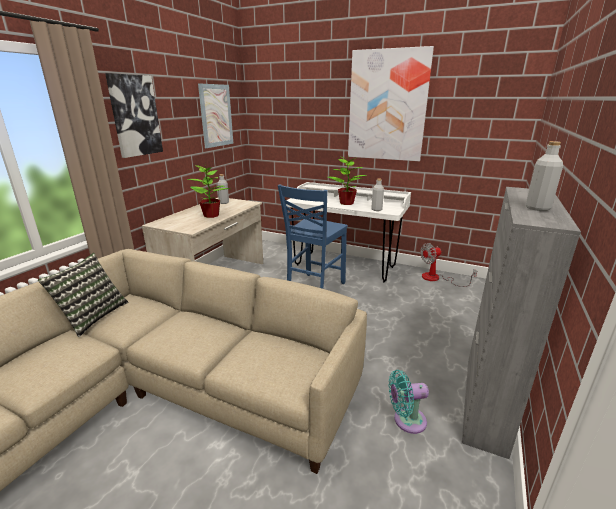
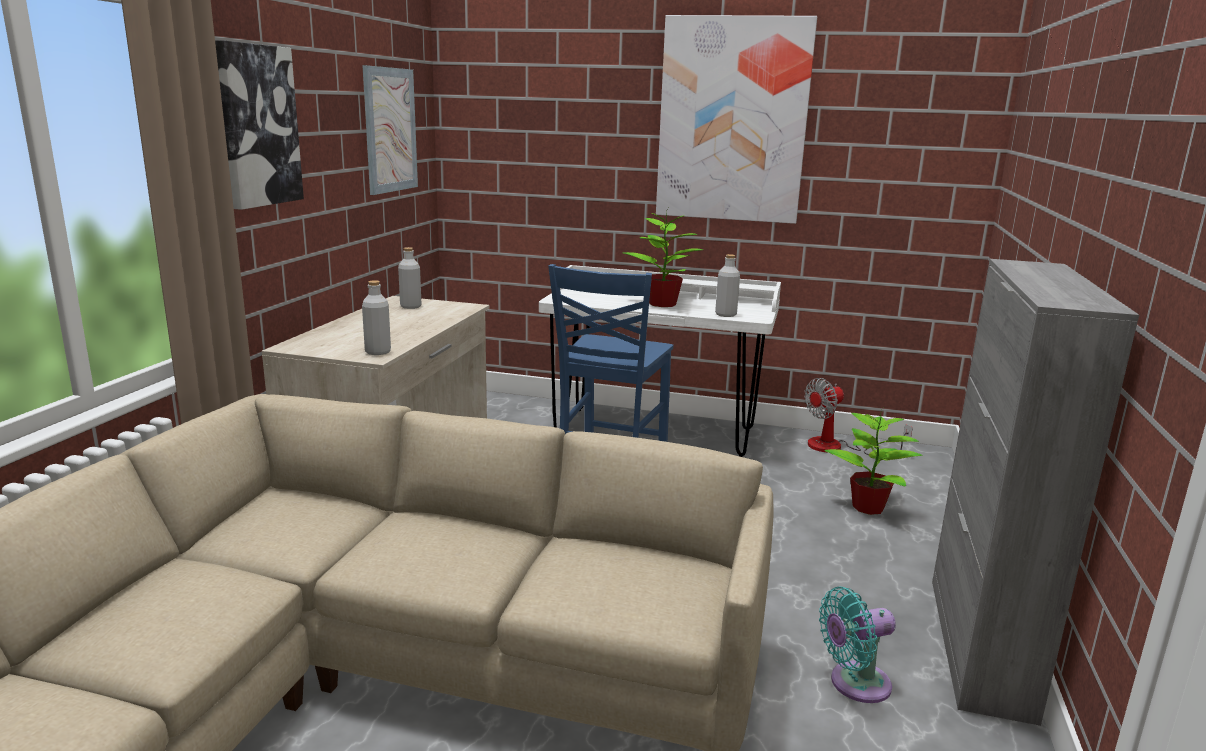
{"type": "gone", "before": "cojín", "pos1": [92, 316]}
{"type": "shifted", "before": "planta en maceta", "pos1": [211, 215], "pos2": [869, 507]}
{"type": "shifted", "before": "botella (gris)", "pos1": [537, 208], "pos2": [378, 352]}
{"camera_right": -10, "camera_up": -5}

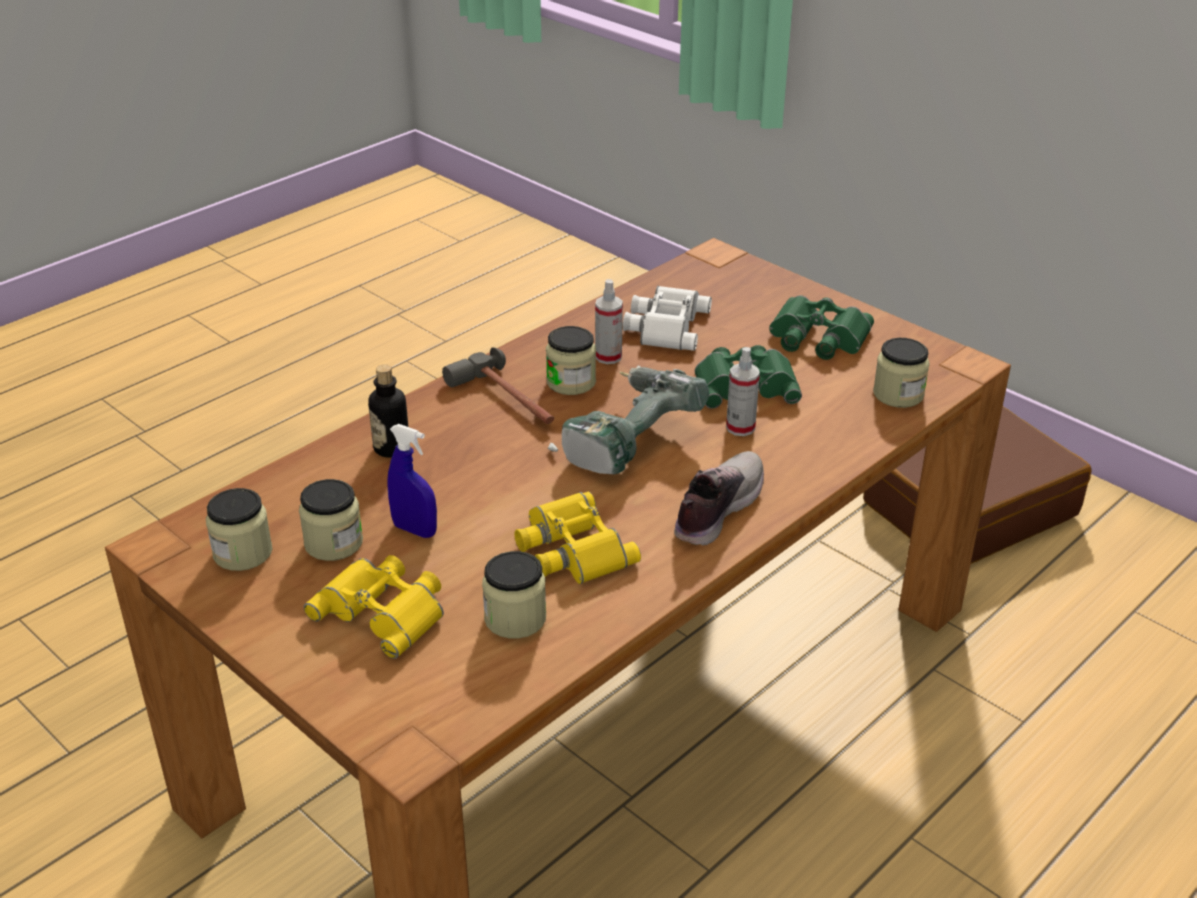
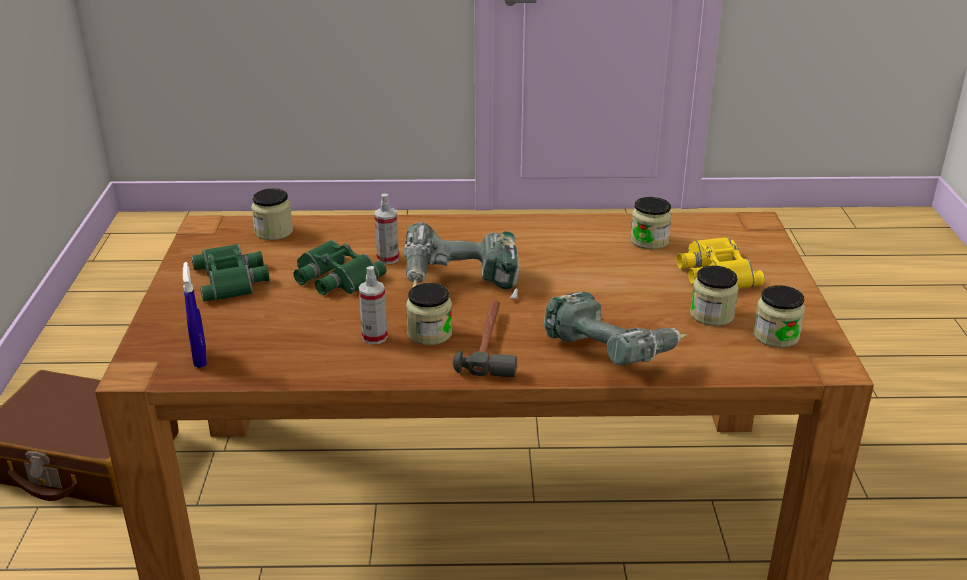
{"type": "swapped", "before": "botella", "after": "taladro", "pos1": [391, 448], "pos2": [612, 352]}
{"type": "shifted", "before": "pulverizador (azul)", "pos1": [415, 530], "pos2": [200, 358]}
{"type": "gone", "before": "prismáticos (amarillo)", "pos1": [570, 548]}
{"type": "gone", "before": "prismáticos (blanco)", "pos1": [665, 326]}
{"type": "gone", "before": "zapato", "pos1": [715, 510]}
{"camera_right": -135, "camera_up": -5}

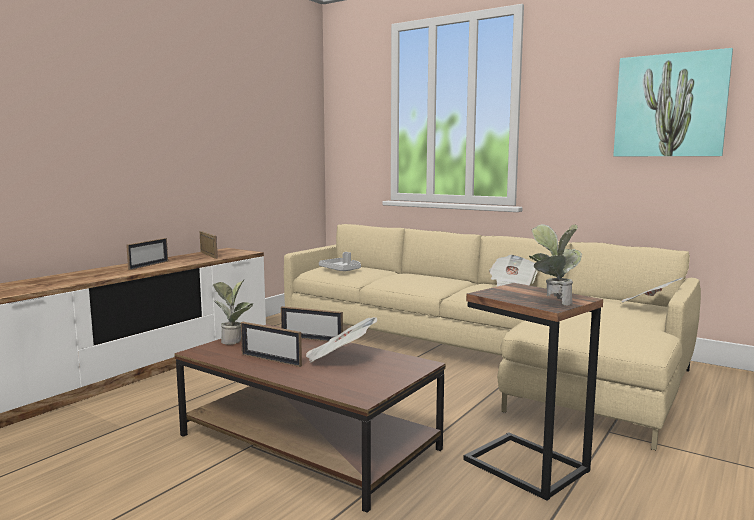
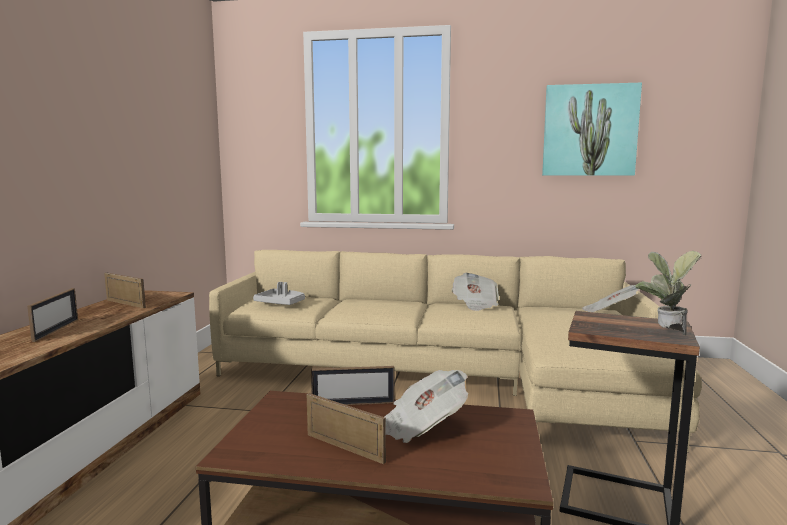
{"type": "gone", "before": "planta en maceta", "pos1": [234, 340]}
{"type": "rotated", "before": "portarretratos", "pos1": [271, 360], "pos2": [344, 448], "turn": -150}
{"camera_right": -25, "camera_up": 0}

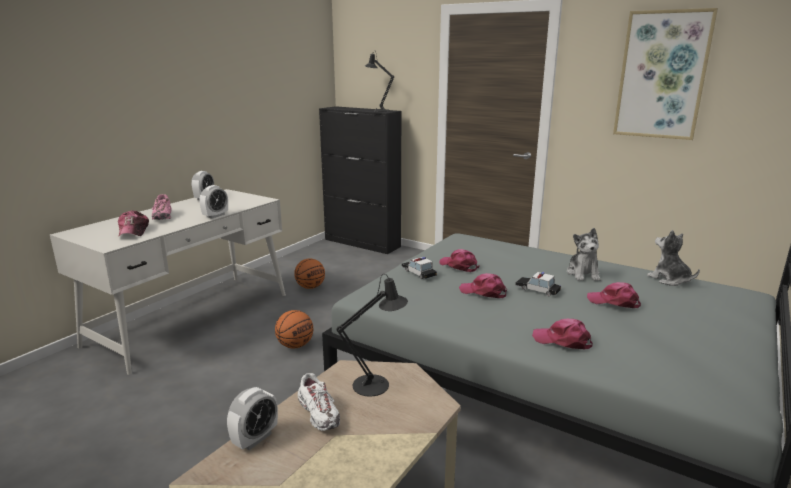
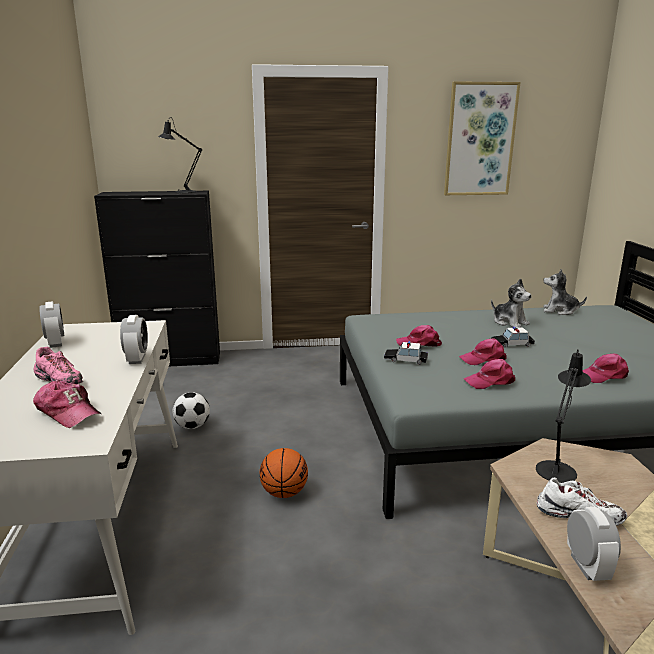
{"type": "swapped", "before": "balón de baloncesto", "after": "balón de fútbol", "pos1": [310, 287], "pos2": [192, 426]}
{"type": "shifted", "before": "gorra (rosa)", "pos1": [614, 302], "pos2": [490, 381]}
{"camera_right": -40, "camera_up": 0}

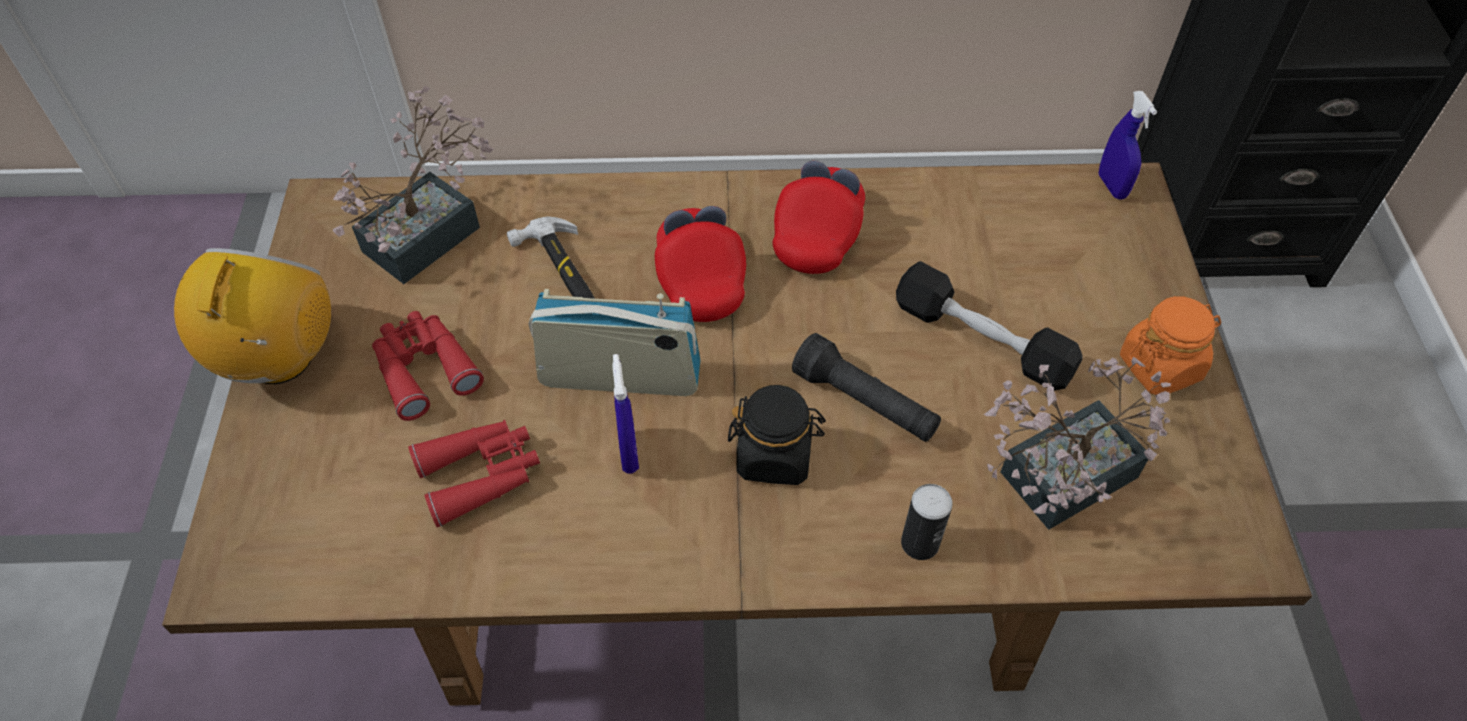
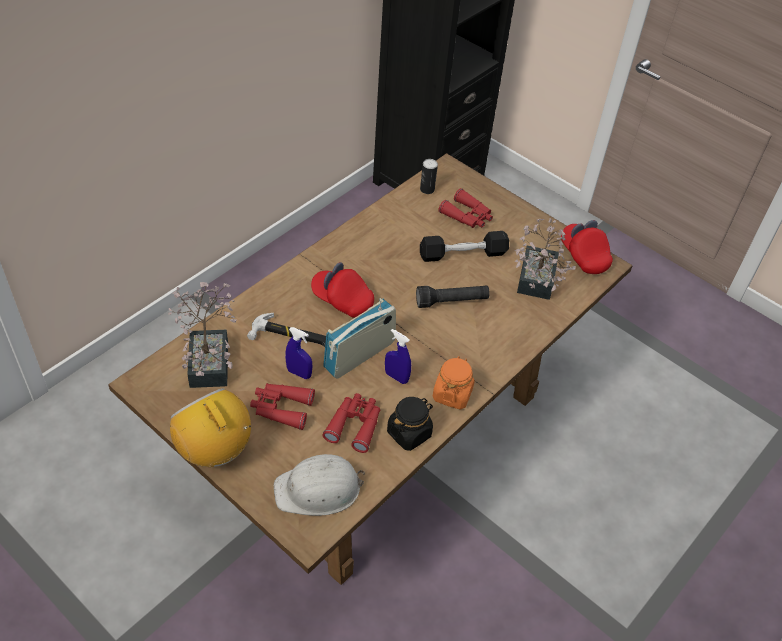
{"type": "shifted", "before": "tarro (negro)", "pos1": [774, 455], "pos2": [409, 433]}
{"type": "shifted", "before": "gorra (rojo)", "pos1": [818, 234], "pos2": [583, 256]}
{"type": "shifted", "before": "lata", "pos1": [920, 543], "pos2": [427, 189]}
{"type": "shifted", "before": "pulverizador (azul)", "pos1": [1112, 186], "pos2": [299, 373]}
{"type": "shifted", "before": "tarro (naranja)", "pos1": [1160, 366], "pos2": [452, 394]}
{"type": "new", "after": "casco (blanco)", "pos2": [319, 489]}
{"type": "new", "after": "prismáticos (rojo)", "pos2": [467, 216]}
{"camera_right": -50, "camera_up": -5}

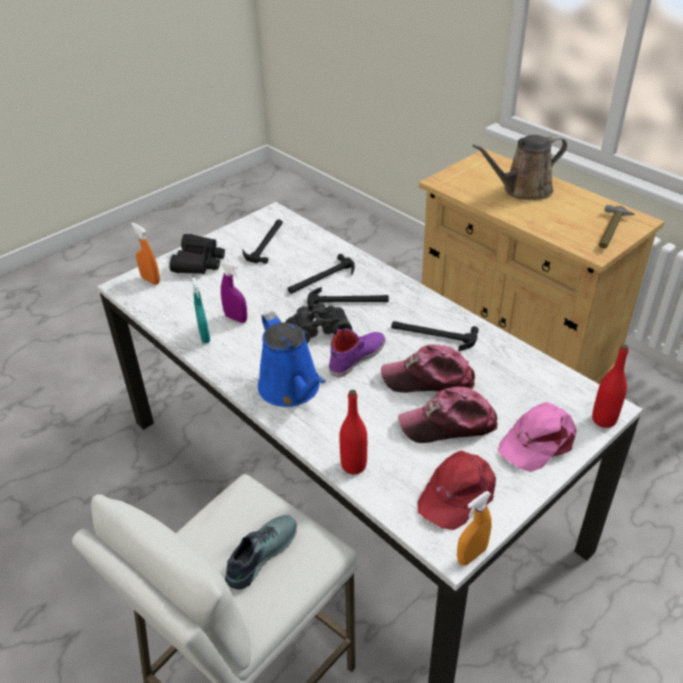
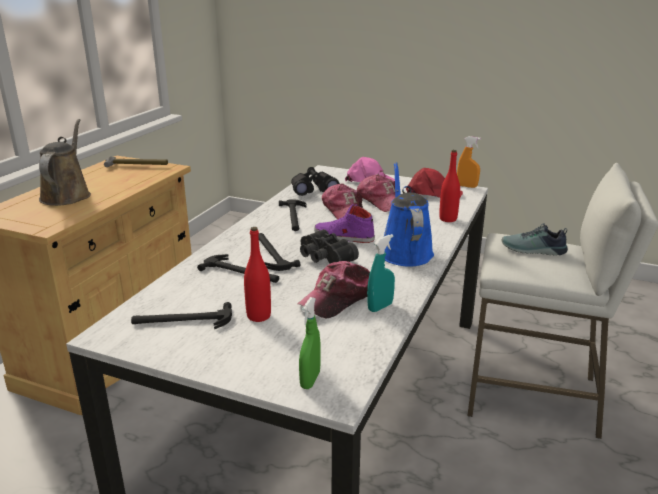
{"type": "repainted", "before": "pulverizador (naranja)", "after": "pulverizador (verde)", "pos1": [150, 280], "pos2": [310, 380]}
{"type": "shifted", "before": "prismáticos (negro)", "pos1": [198, 262], "pos2": [313, 190]}
{"type": "swapped", "before": "pulverizador (morado)", "after": "gorra", "pos1": [236, 318], "pos2": [338, 299]}
{"type": "rotated", "before": "regadera (azul)", "pos1": [292, 389], "pos2": [404, 251], "turn": -45}
{"type": "rotated", "before": "regadera (marrón)", "pos1": [523, 190], "pos2": [67, 195], "turn": -135}
{"type": "shifted", "before": "botella (rojo)", "pos1": [603, 420], "pos2": [258, 316]}
{"camera_right": -115, "camera_up": -15}

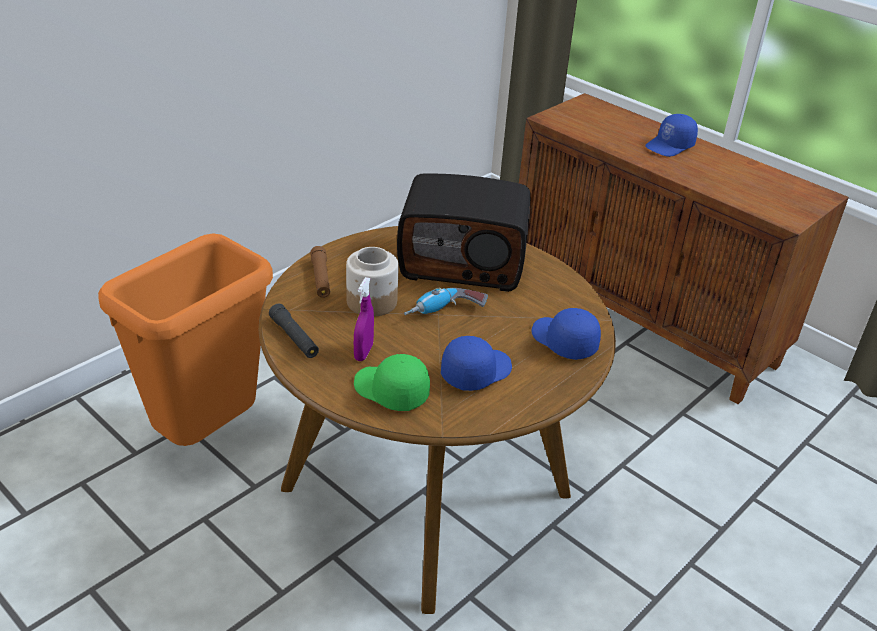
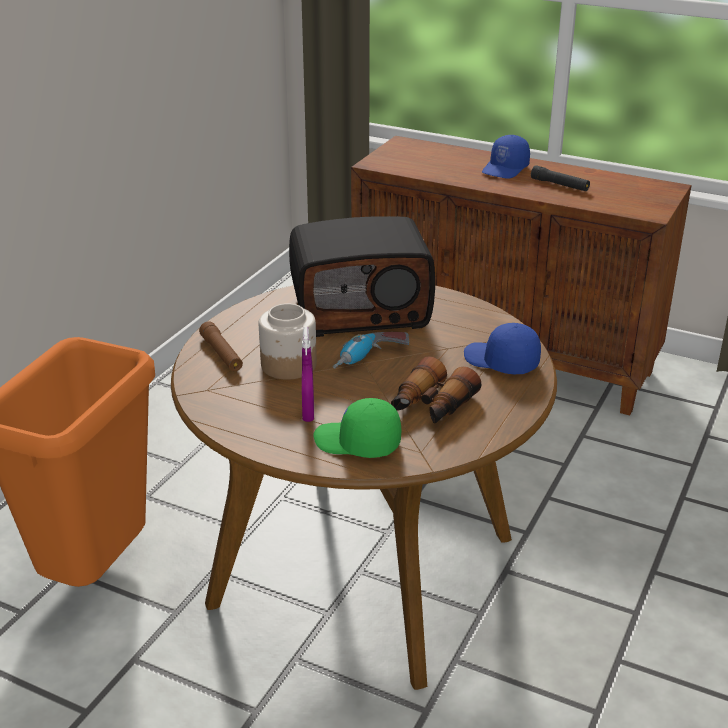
{"type": "shifted", "before": "linterna (negro)", "pos1": [294, 338], "pos2": [559, 185]}
{"type": "swapped", "before": "gorra (azul)", "after": "prismáticos", "pos1": [475, 371], "pos2": [431, 406]}
{"camera_right": -15, "camera_up": -5}

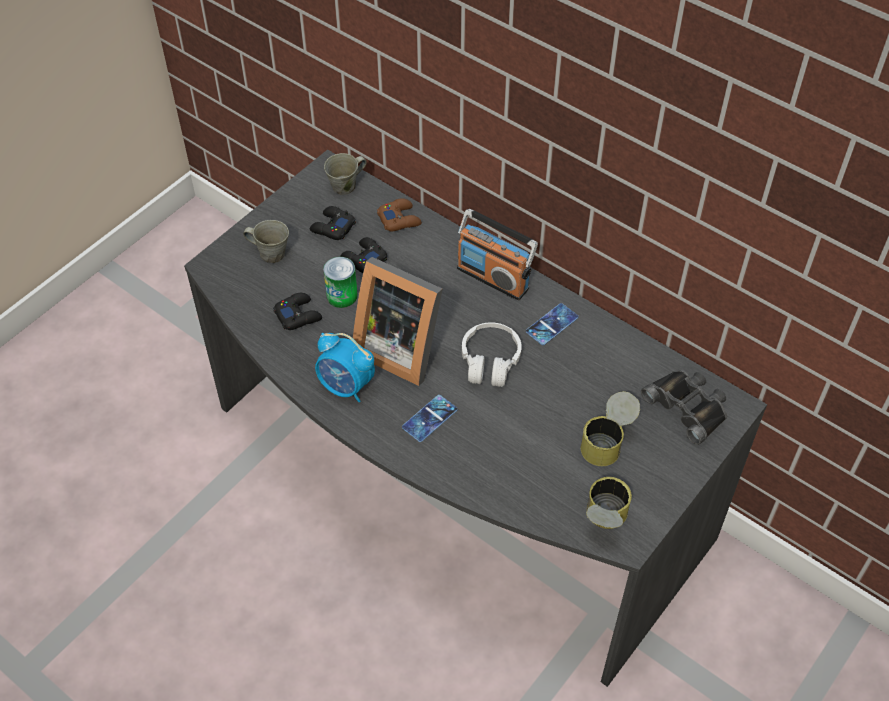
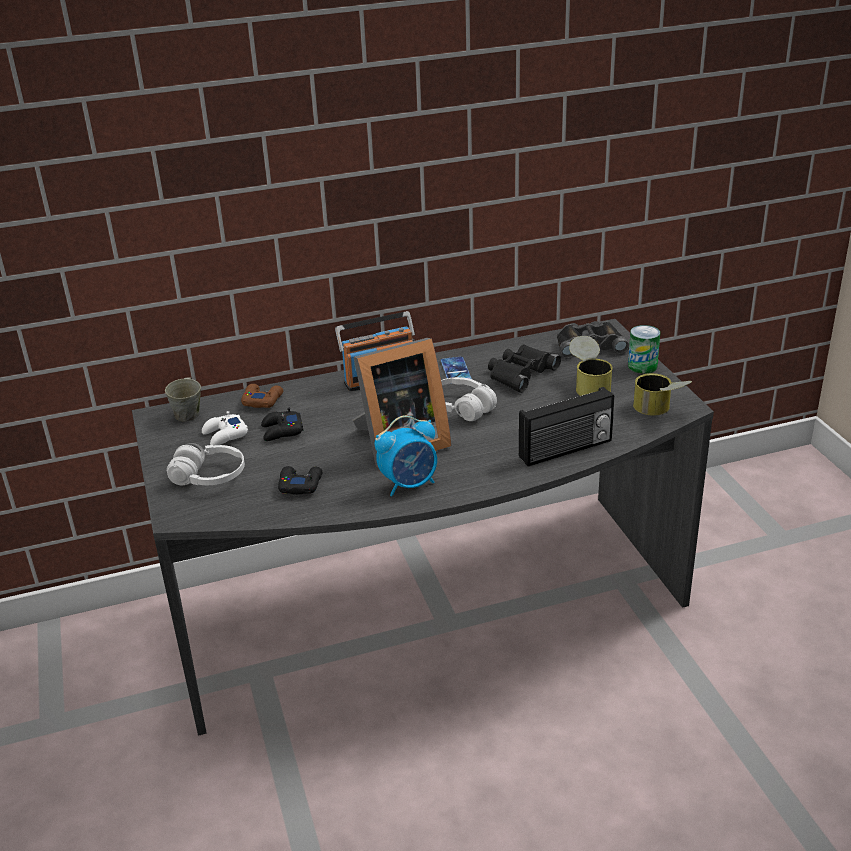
{"type": "swapped", "before": "taza grande (gris)", "after": "auriculares (blanco)", "pos1": [270, 253], "pos2": [209, 477]}
{"type": "repainted", "before": "mando de consola (negro)", "after": "mando de consola (blanco)", "pos1": [332, 227], "pos2": [225, 435]}
{"type": "shifted", "before": "lata", "pos1": [342, 295], "pos2": [642, 366]}
{"type": "gone", "before": "móvil", "pos1": [429, 418]}
{"type": "new", "after": "prismáticos (negro)", "pos2": [520, 373]}
{"type": "new", "after": "radio", "pos2": [566, 450]}
{"camera_right": -55, "camera_up": -20}

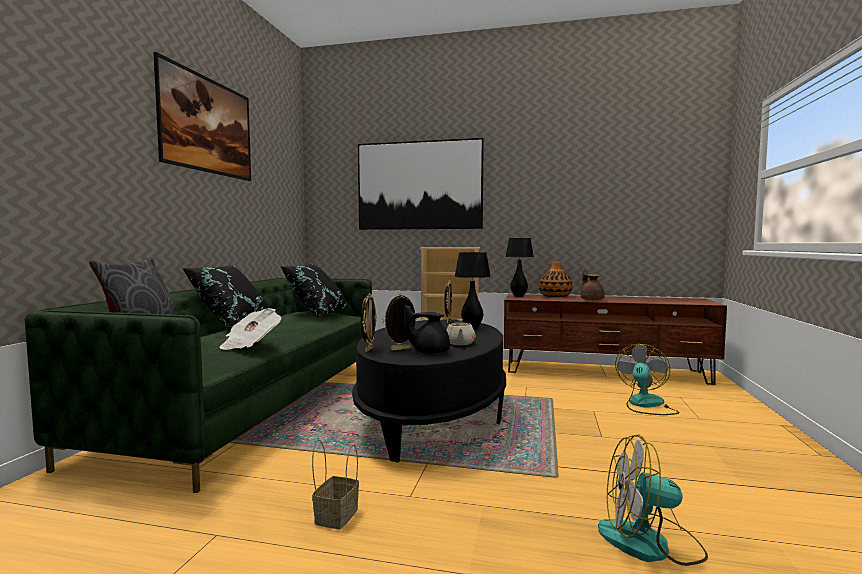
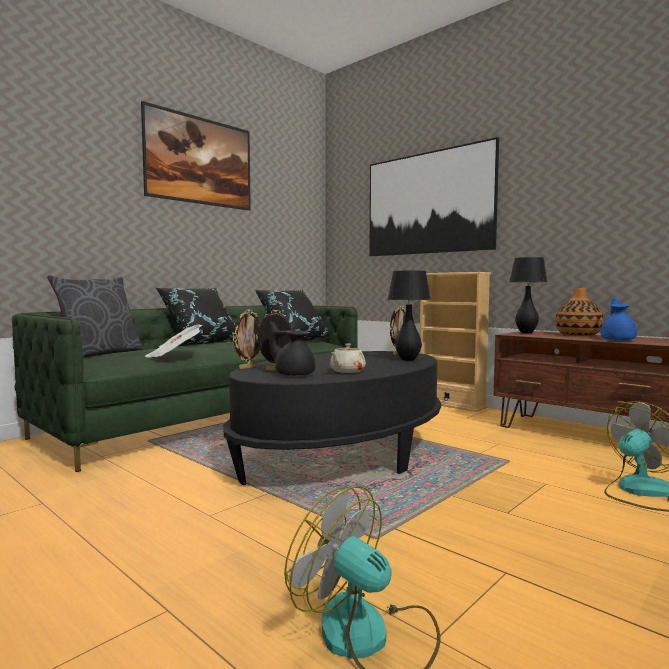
{"type": "gone", "before": "cesta", "pos1": [336, 515]}
{"type": "repainted", "before": "tetera (marrón)", "after": "tetera (azul)", "pos1": [591, 300], "pos2": [618, 340]}
{"camera_right": 30, "camera_up": 0}

